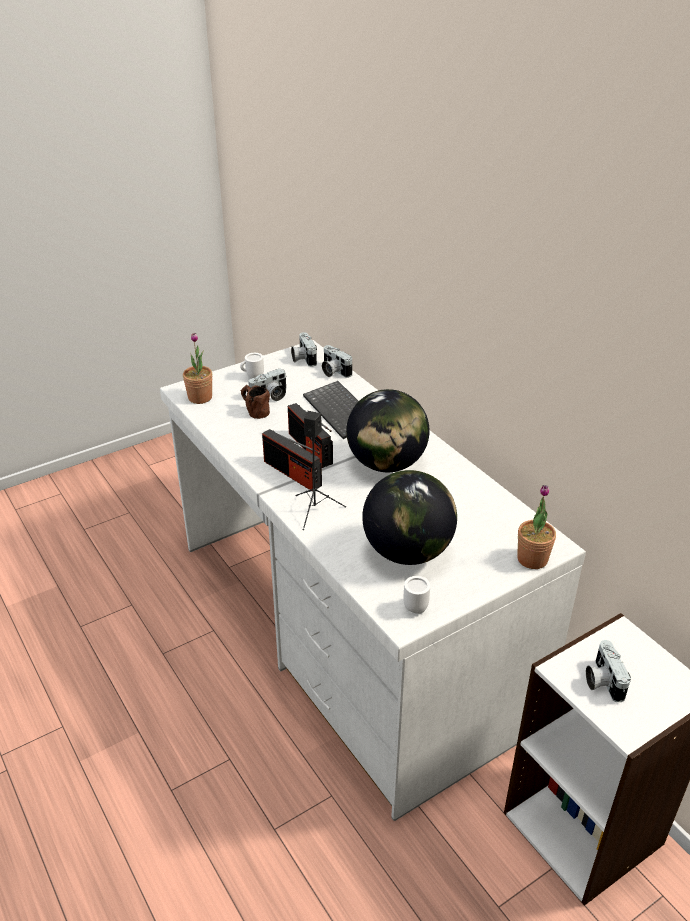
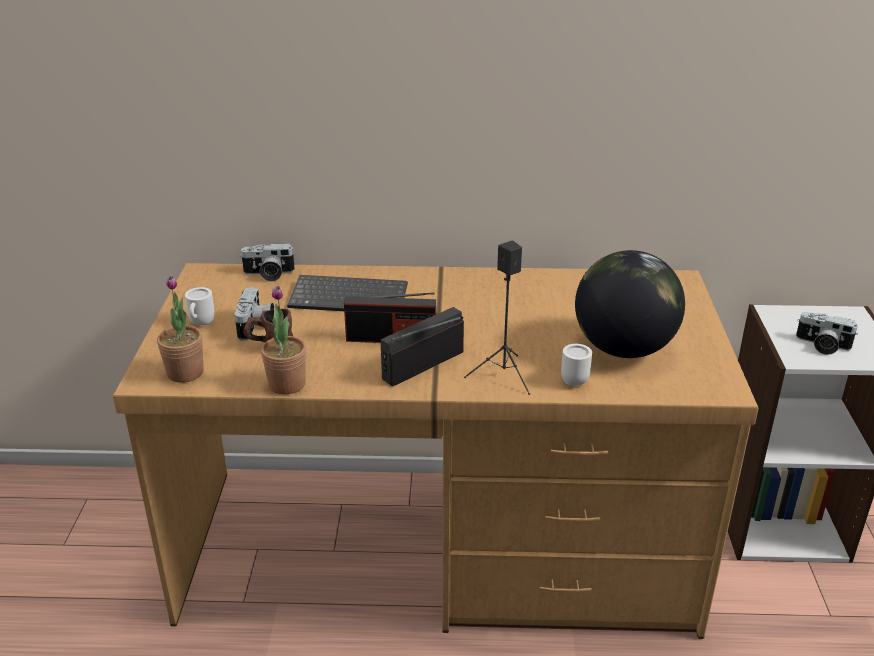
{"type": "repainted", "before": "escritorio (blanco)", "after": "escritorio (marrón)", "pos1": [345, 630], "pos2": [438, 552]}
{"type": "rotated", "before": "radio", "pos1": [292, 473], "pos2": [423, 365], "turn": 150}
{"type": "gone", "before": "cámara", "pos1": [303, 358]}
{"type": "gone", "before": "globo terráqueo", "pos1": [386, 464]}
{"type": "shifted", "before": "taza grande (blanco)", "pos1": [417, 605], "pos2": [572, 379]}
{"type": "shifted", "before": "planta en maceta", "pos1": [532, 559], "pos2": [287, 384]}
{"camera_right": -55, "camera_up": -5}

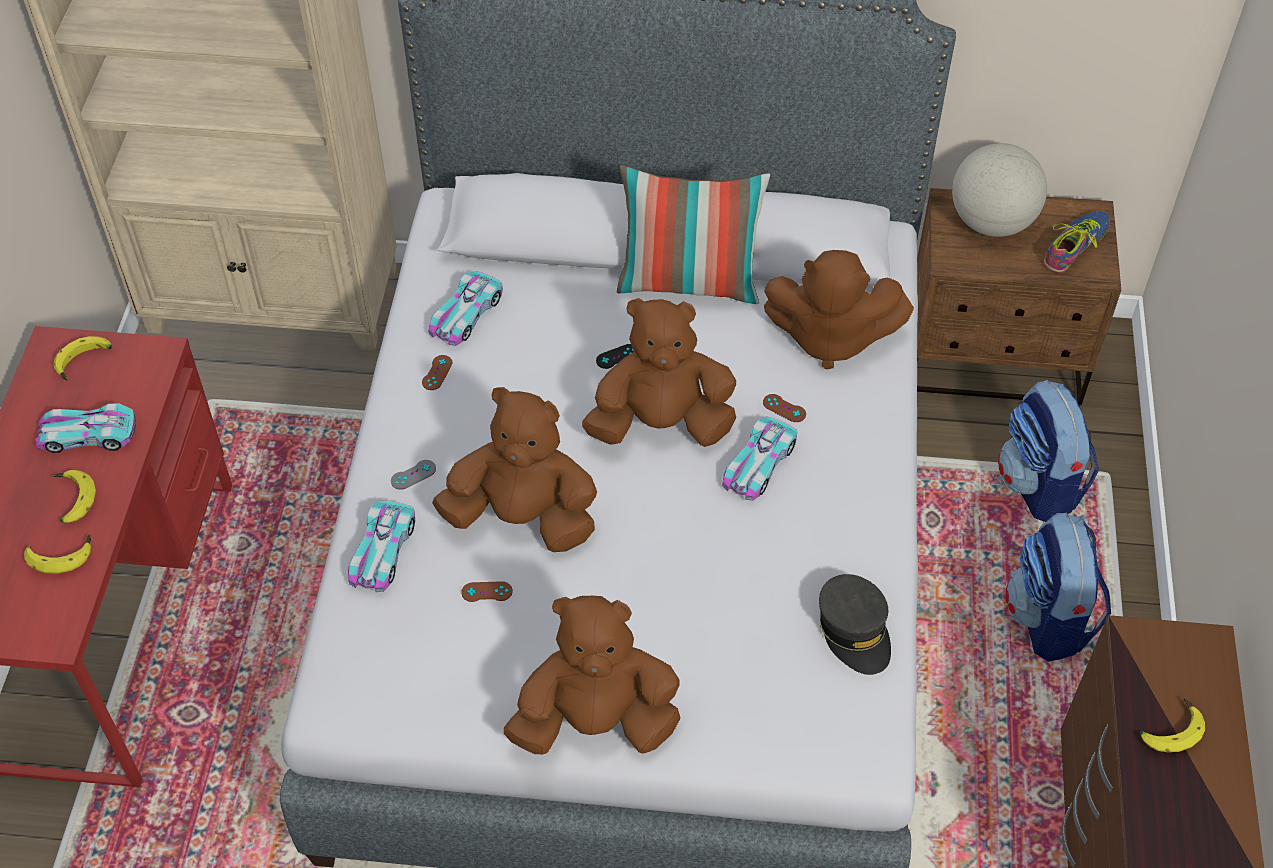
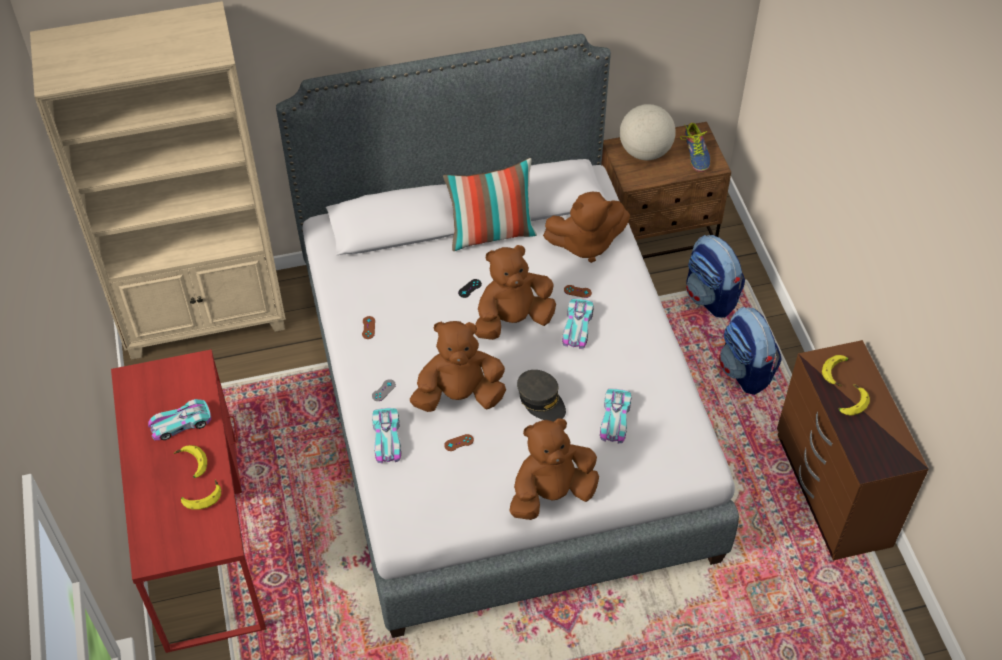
{"type": "shifted", "before": "plátano", "pos1": [85, 362], "pos2": [837, 373]}
{"type": "shifted", "before": "coche de juguete", "pos1": [466, 314], "pos2": [615, 419]}
{"type": "shifted", "before": "gorra (gris)", "pos1": [854, 631], "pos2": [541, 400]}
{"type": "rotated", "before": "zapato", "pos1": [1074, 246], "pos2": [696, 153], "turn": 150}
{"camera_right": -20, "camera_up": 0}

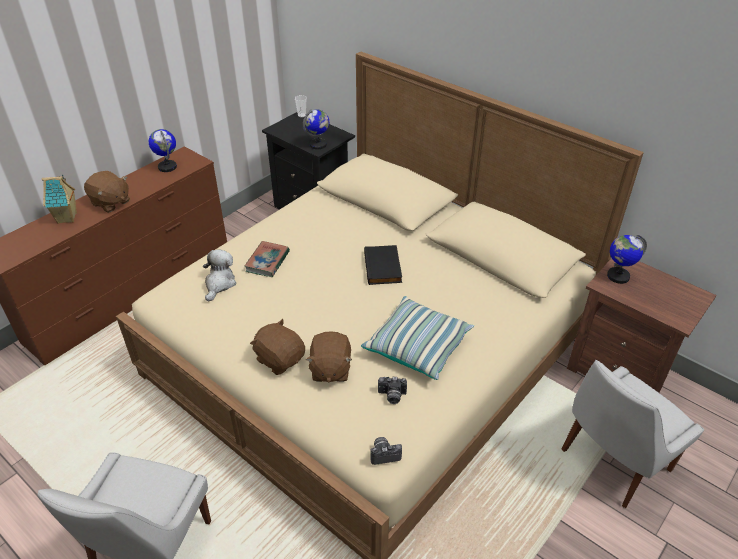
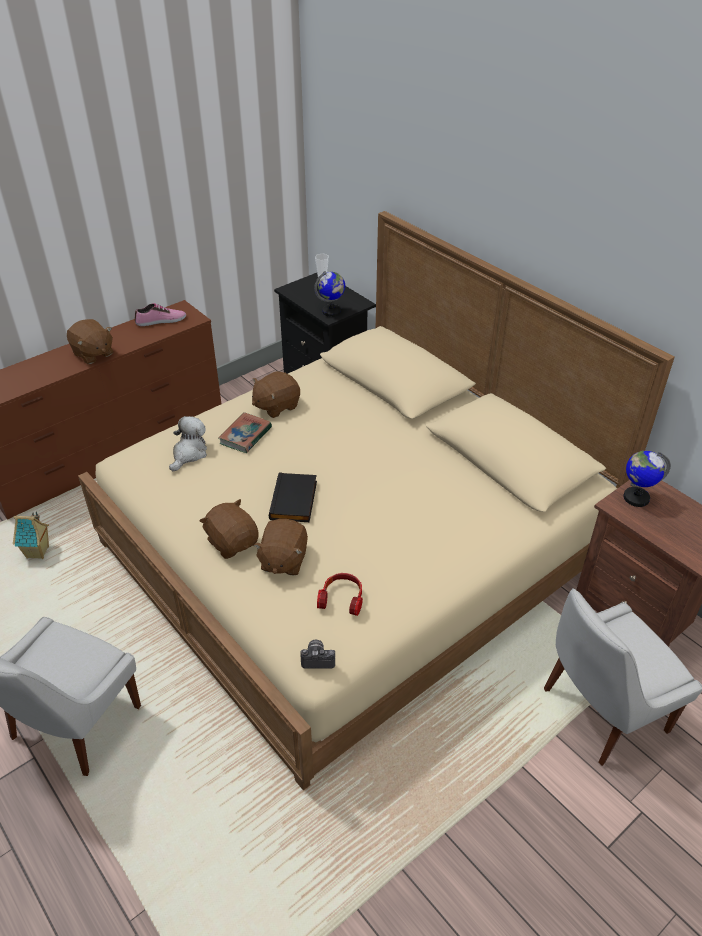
{"type": "shifted", "before": "casita", "pos1": [67, 218], "pos2": [38, 553]}
{"type": "swapped", "before": "globo terráqueo", "after": "zapato", "pos1": [167, 167], "pos2": [161, 321]}
{"type": "gone", "before": "cojín", "pos1": [417, 346]}
{"type": "shifted", "before": "libro (negro)", "pos1": [384, 267], "pos2": [295, 500]}
{"type": "swapped", "before": "cámara", "after": "auriculares", "pos1": [392, 396], "pos2": [342, 598]}
{"type": "new", "after": "peluche (marrón)", "pos2": [276, 406]}
{"camera_right": 10, "camera_up": 0}

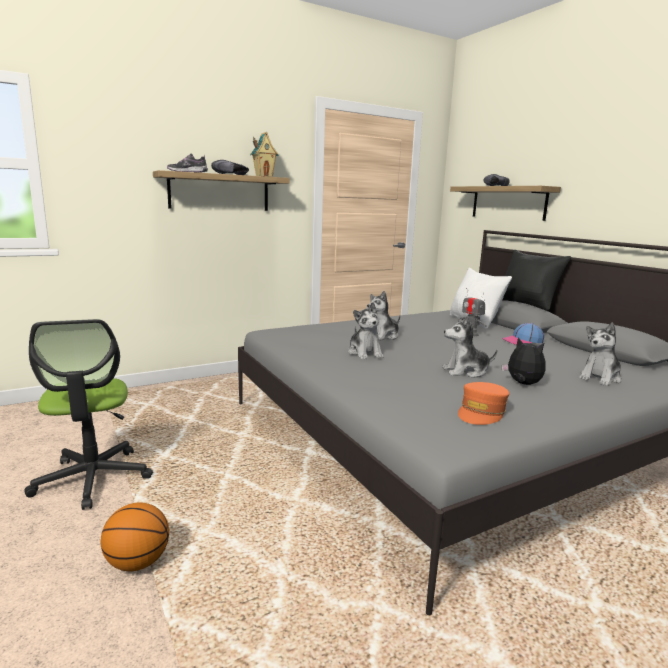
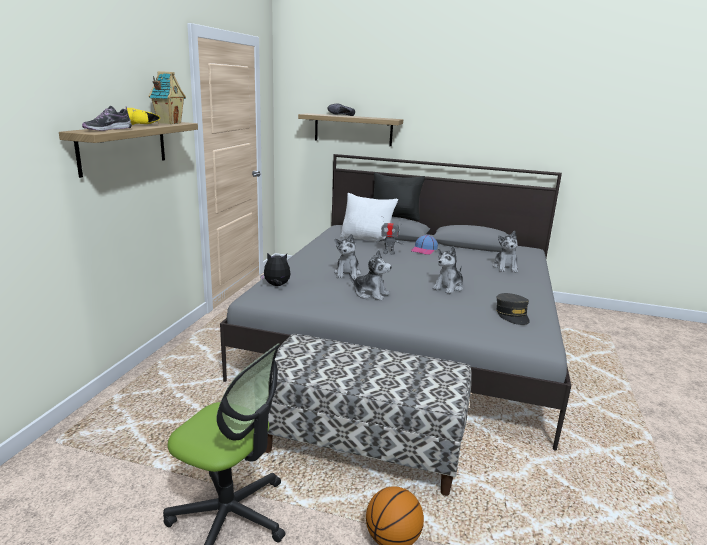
{"type": "repainted", "before": "zapato (negro)", "after": "zapato (amarillo)", "pos1": [231, 174], "pos2": [143, 125]}
{"type": "repainted", "before": "gorra (naranja)", "after": "gorra (gris)", "pos1": [481, 412], "pos2": [512, 315]}
{"type": "shifted", "before": "peluche", "pos1": [522, 384], "pos2": [276, 286]}
{"type": "new", "after": "banco", "pos2": [362, 447]}
{"camera_right": -45, "camera_up": 5}

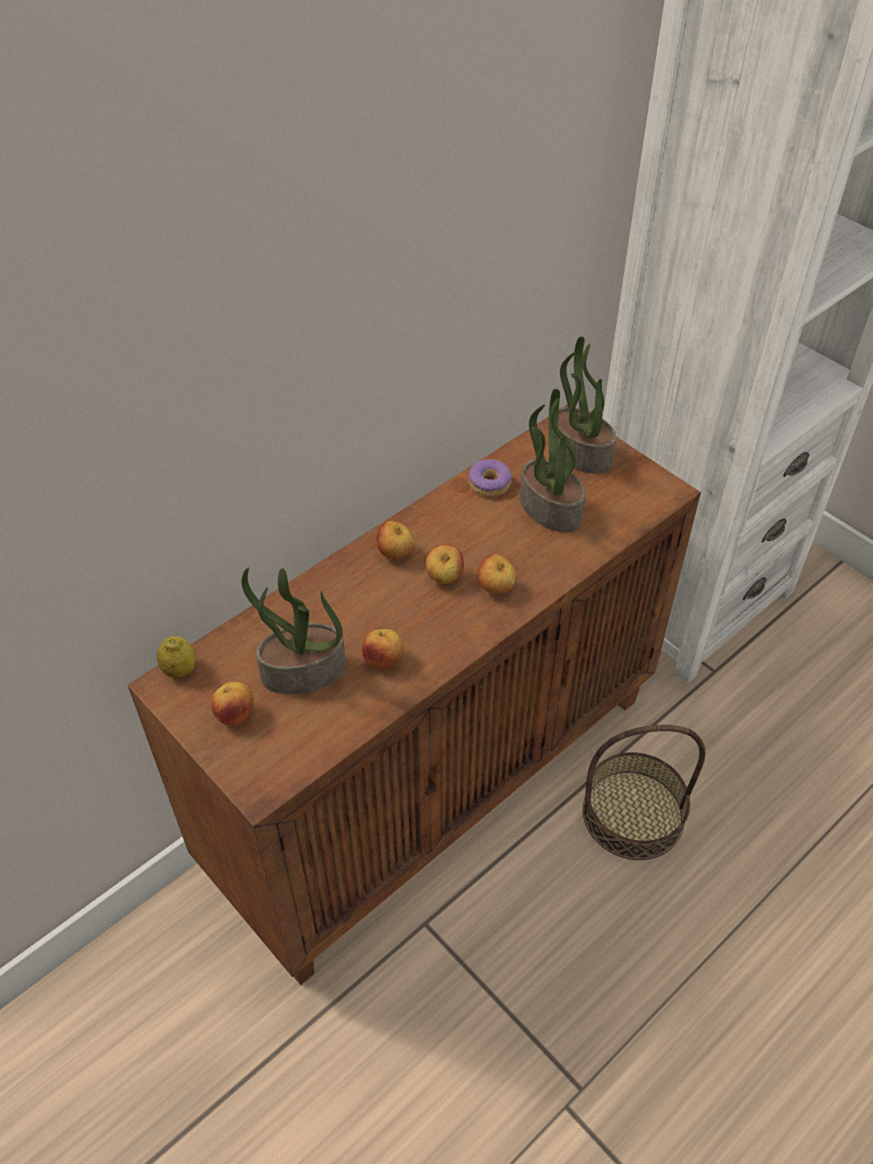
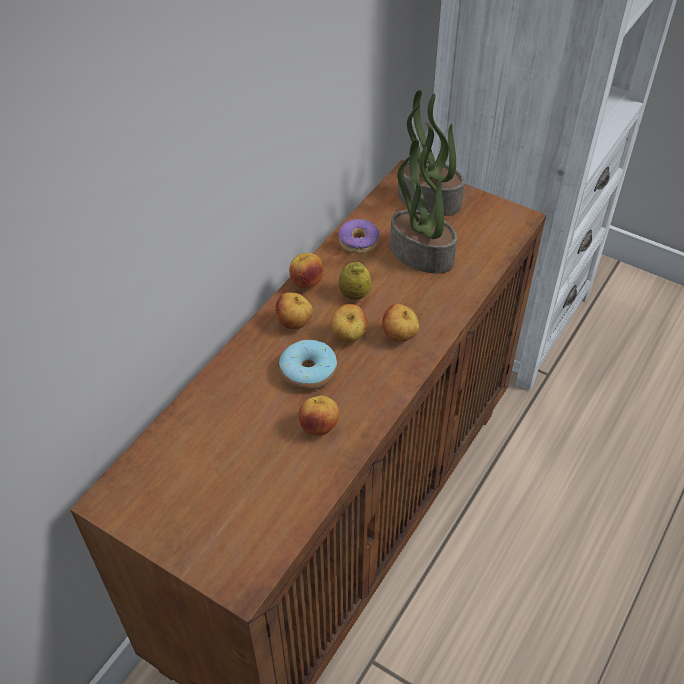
{"type": "shifted", "before": "limón", "pos1": [180, 670], "pos2": [354, 294]}
{"type": "shifted", "before": "manzana", "pos1": [235, 715], "pos2": [306, 283]}
{"type": "gone", "before": "planta en maceta", "pos1": [302, 672]}
{"type": "gone", "before": "cesta", "pos1": [633, 813]}
{"type": "new", "after": "rosquilla", "pos2": [308, 372]}
{"camera_right": -15, "camera_up": 0}

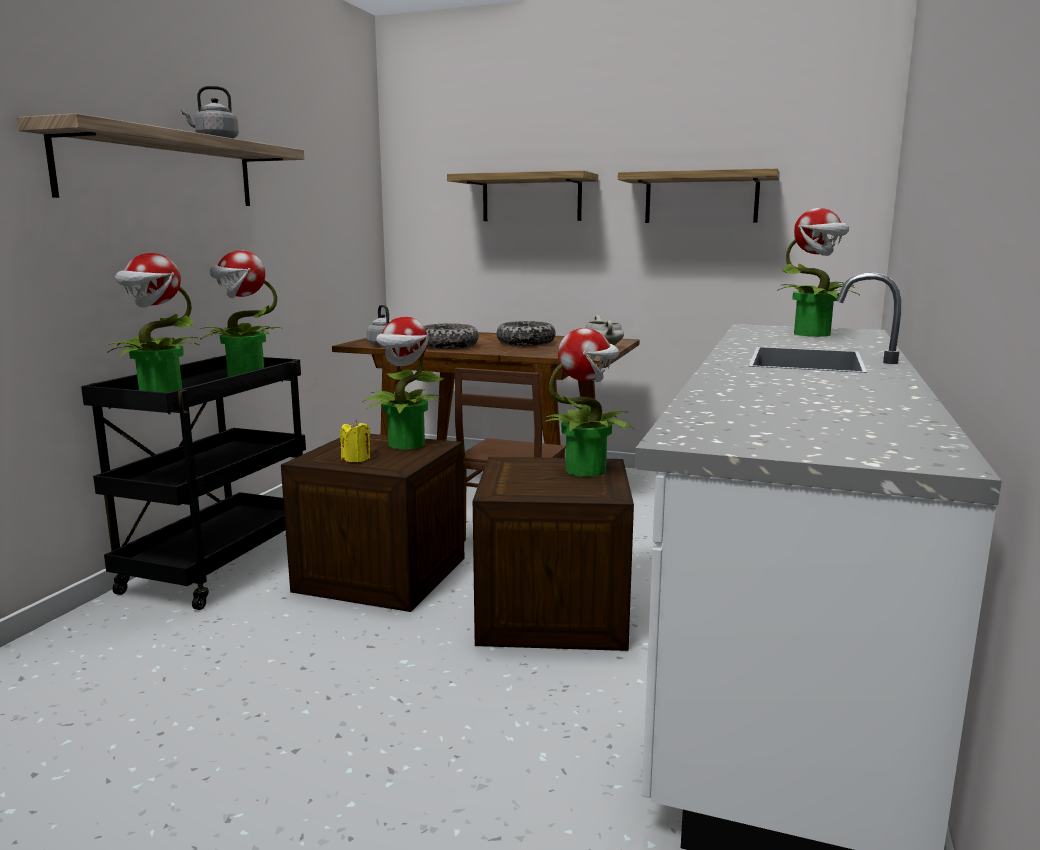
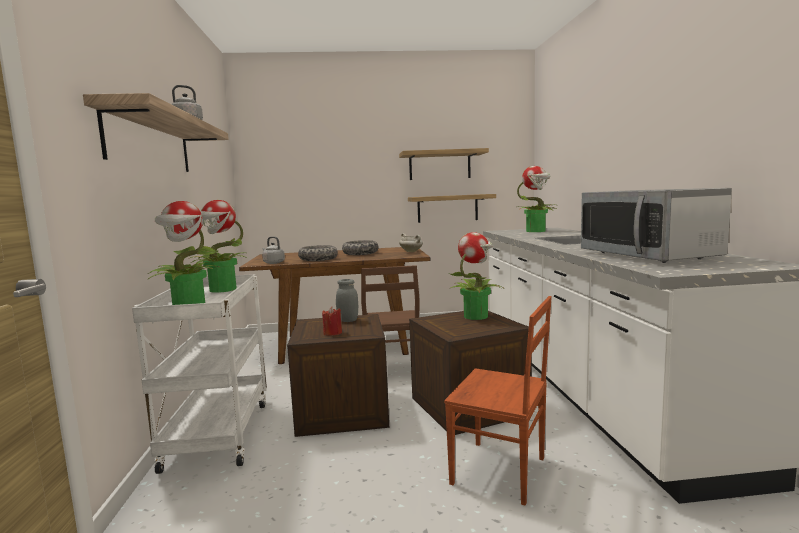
{"type": "repainted", "before": "carrito (negro)", "after": "carrito (blanco)", "pos1": [218, 565], "pos2": [217, 433]}
{"type": "repainted", "before": "vela (amarillo)", "after": "vela (rojo)", "pos1": [356, 459], "pos2": [332, 333]}
{"type": "swapped", "before": "planta en maceta", "after": "tarro (gris)", "pos1": [406, 444], "pos2": [348, 320]}
{"type": "shifted", "before": "estante", "pos1": [531, 198], "pos2": [447, 208]}
{"type": "new", "after": "silla (marrón)", "pos2": [500, 472]}
{"type": "new", "after": "microondas", "pos2": [647, 255]}
{"camera_right": -25, "camera_up": -5}

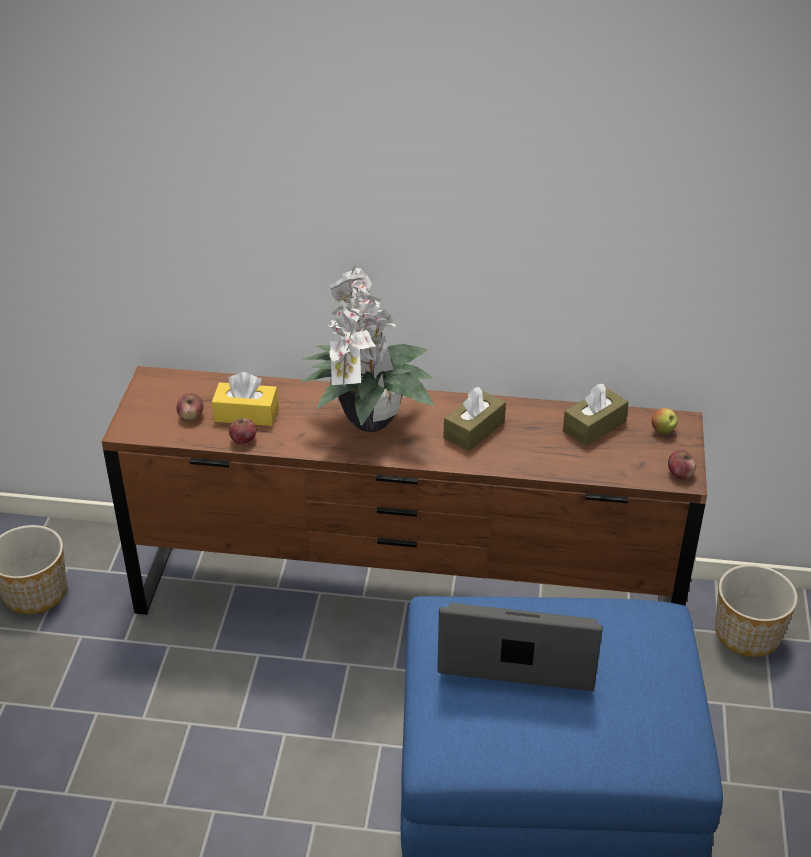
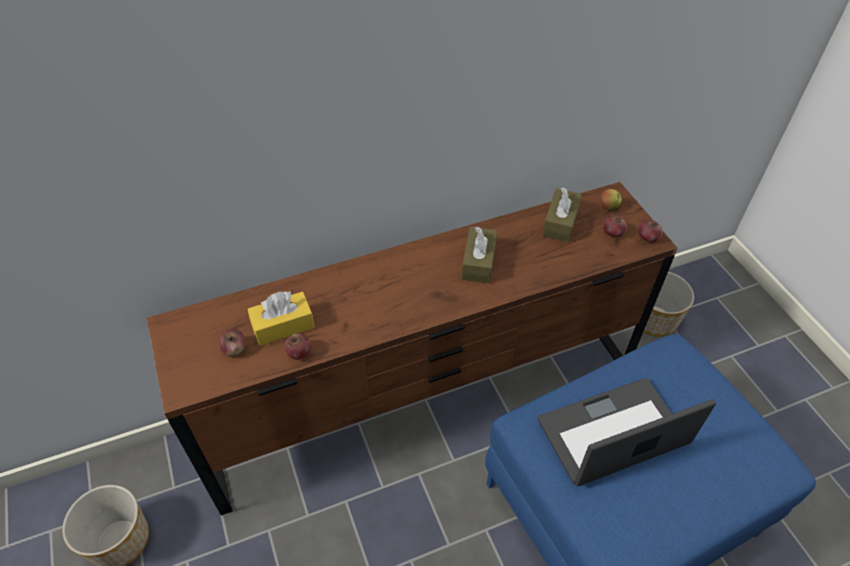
{"type": "gone", "before": "planta en maceta", "pos1": [367, 424]}
{"type": "new", "after": "manzana", "pos2": [612, 233]}
{"camera_right": -30, "camera_up": 10}

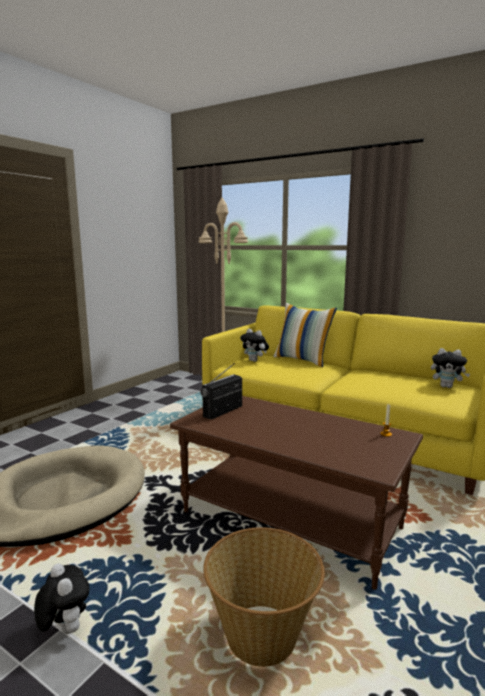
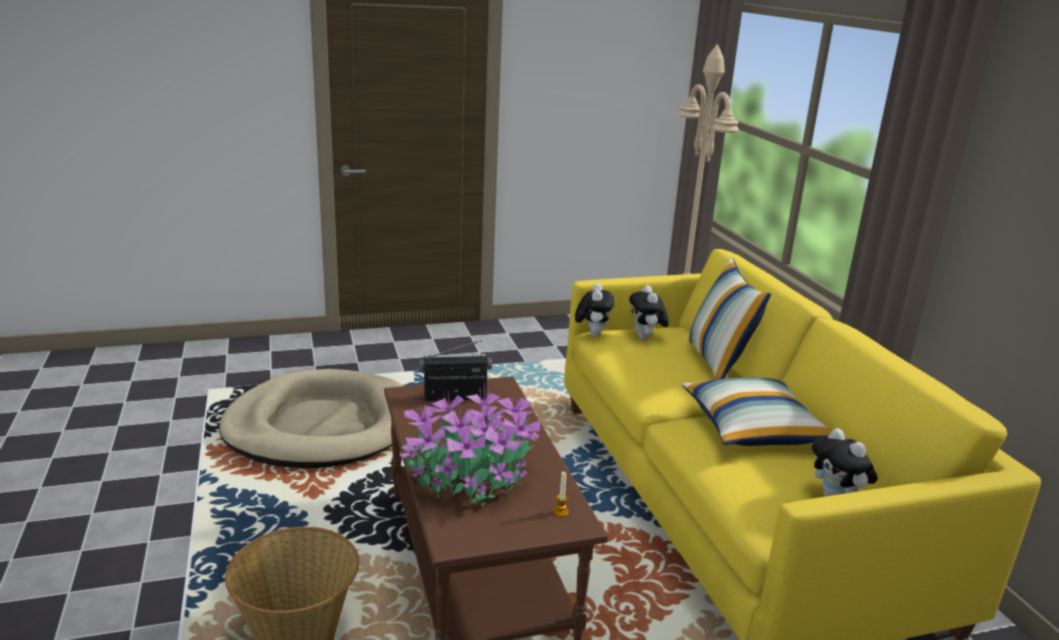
{"type": "shifted", "before": "peluche", "pos1": [64, 629], "pos2": [592, 334]}
{"type": "new", "after": "planta en maceta", "pos2": [472, 480]}
{"type": "new", "after": "cojín", "pos2": [754, 429]}
{"camera_right": 40, "camera_up": 10}

